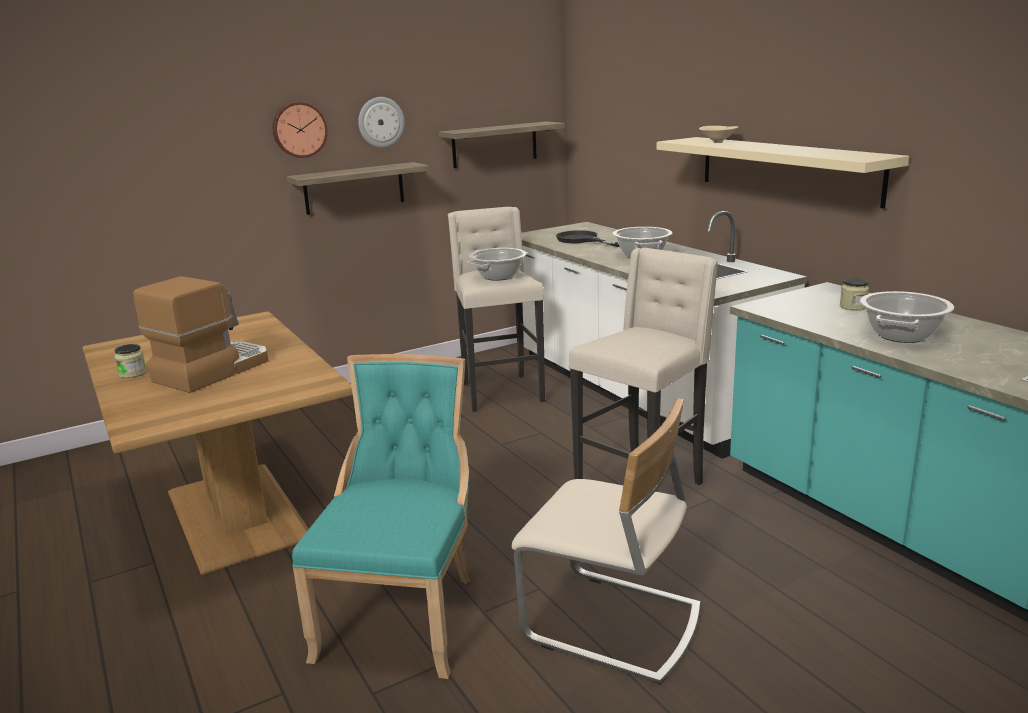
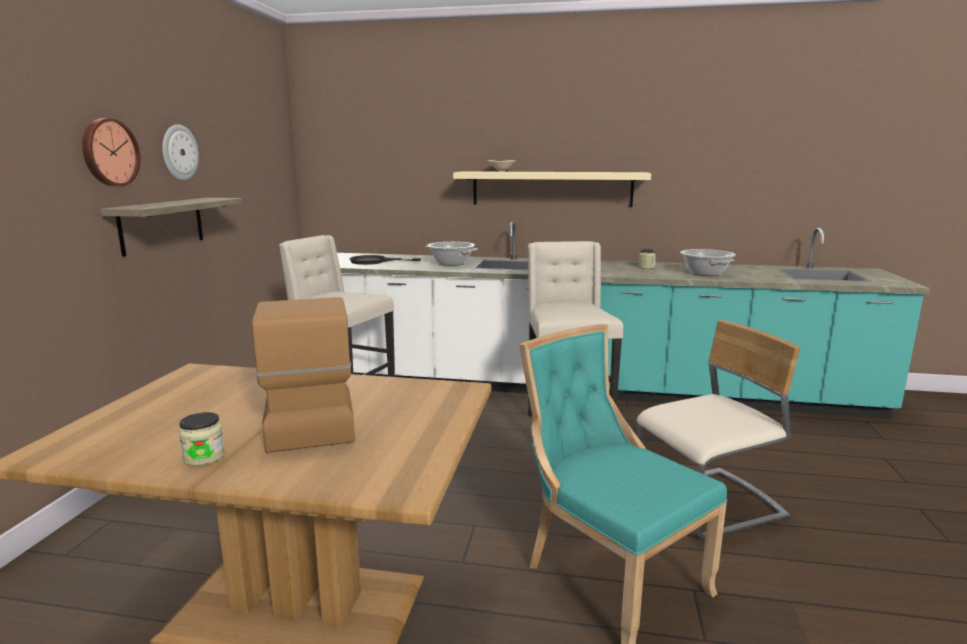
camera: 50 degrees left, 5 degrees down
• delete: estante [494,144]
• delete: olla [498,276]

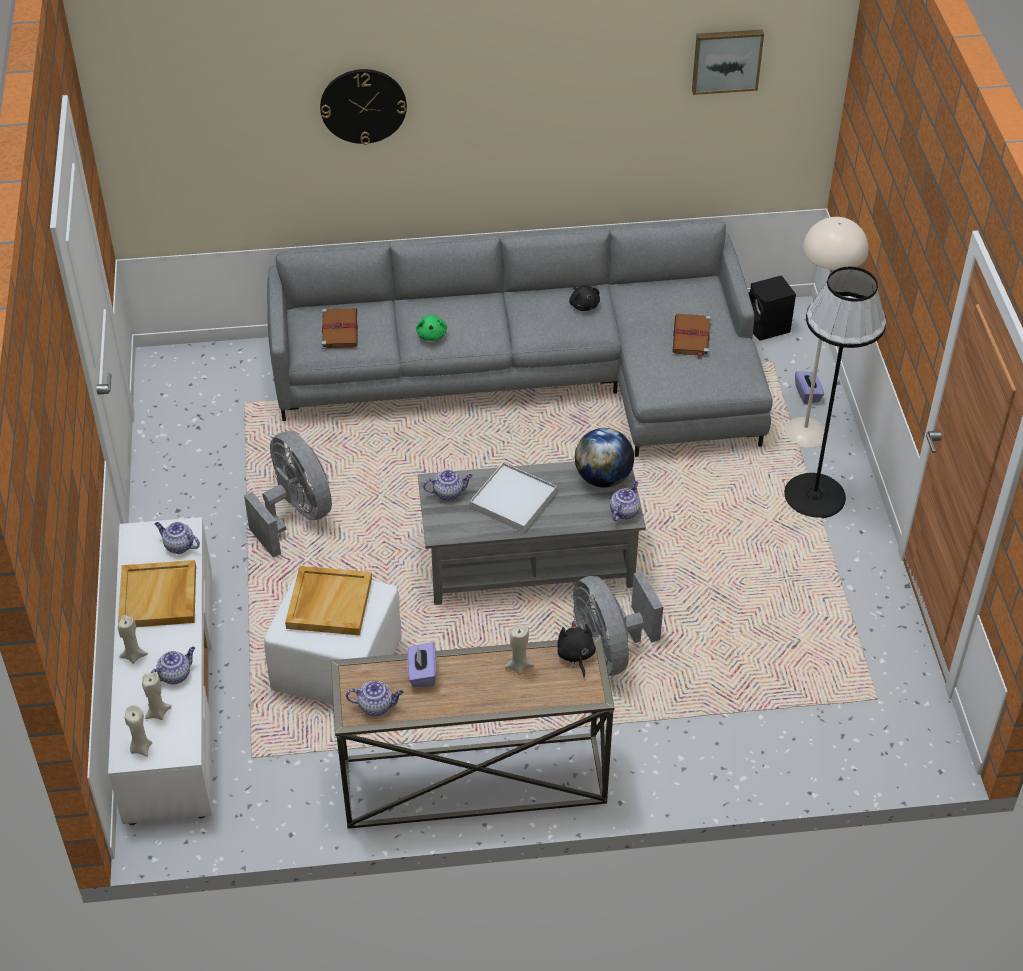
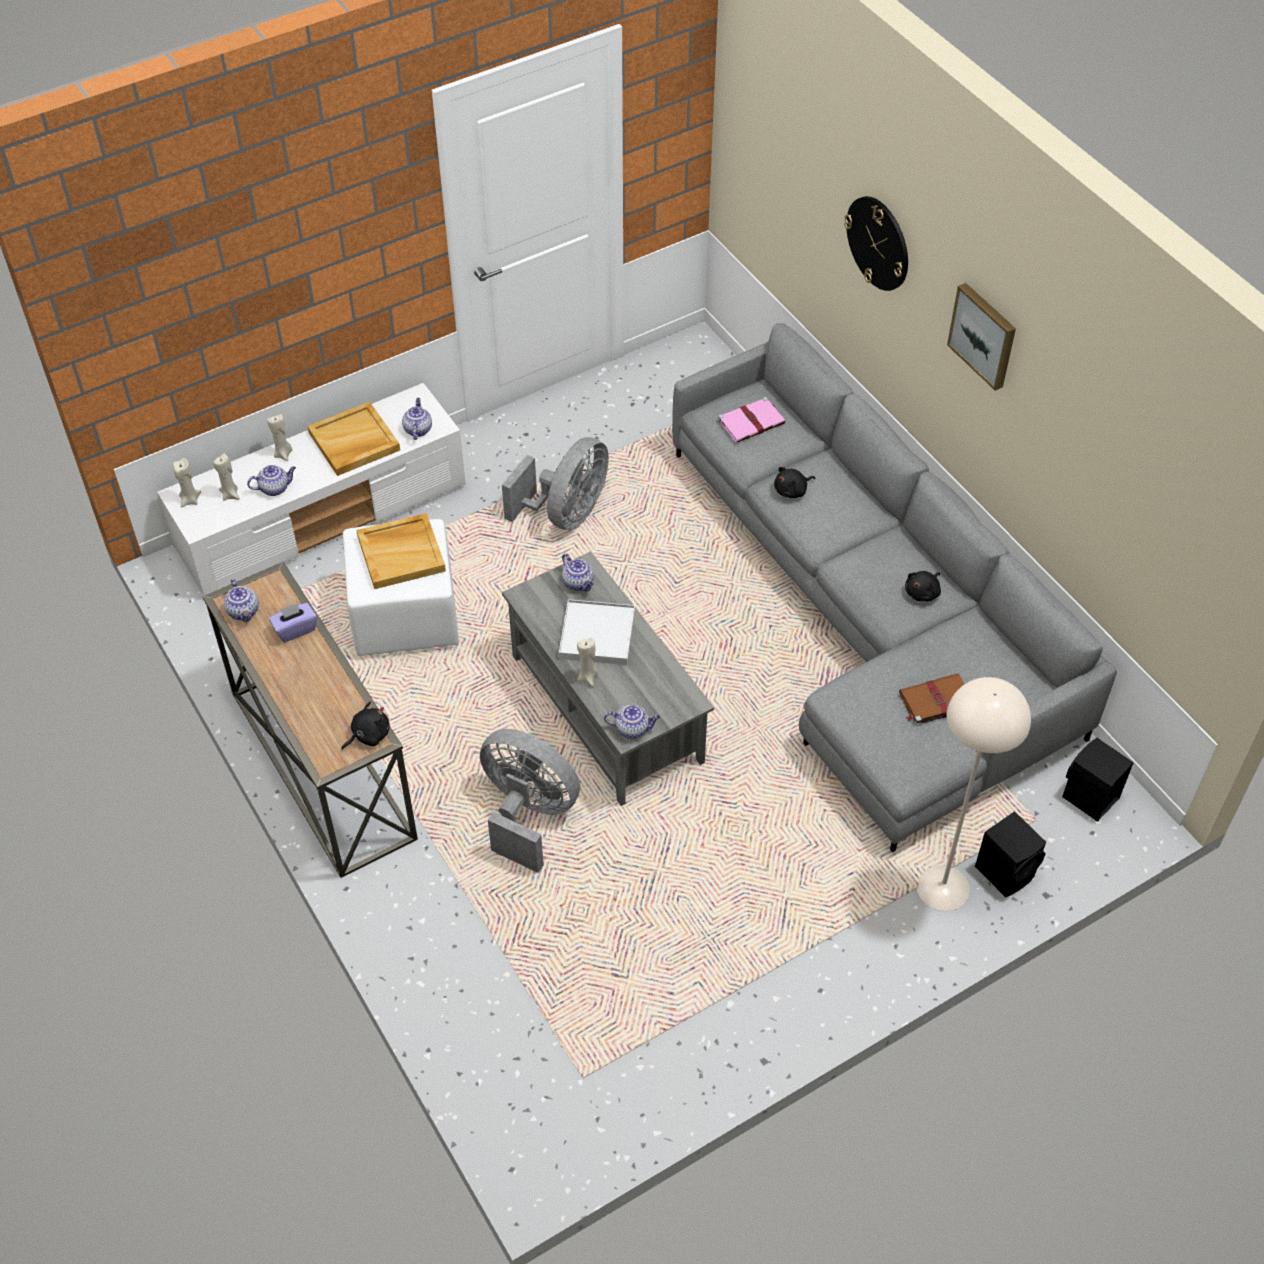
camera: 65 degrees right, 5 degrees up
• delete: globo terráqueo [603,478]
• delete: lámpara de pie/negro [815,495]
• move: vela/beis [519,666] to [588,677]
• move: cuadro [726,60] to [984,335]
• replace: caja de pañuelos/morado [808,394] to altavoz/negro [1006,871]
• recolor: libro/marrón [339,329] to libro/rosa [752,422]
• recolor: peluche/verde [432,335] to peluche/negro [792,490]
• rotate: tetera [175,675] = [275,488] 45 degrees counterclockwise
• rotate: ventilador/gris [609,650] = [528,814] 75 degrees clockwise

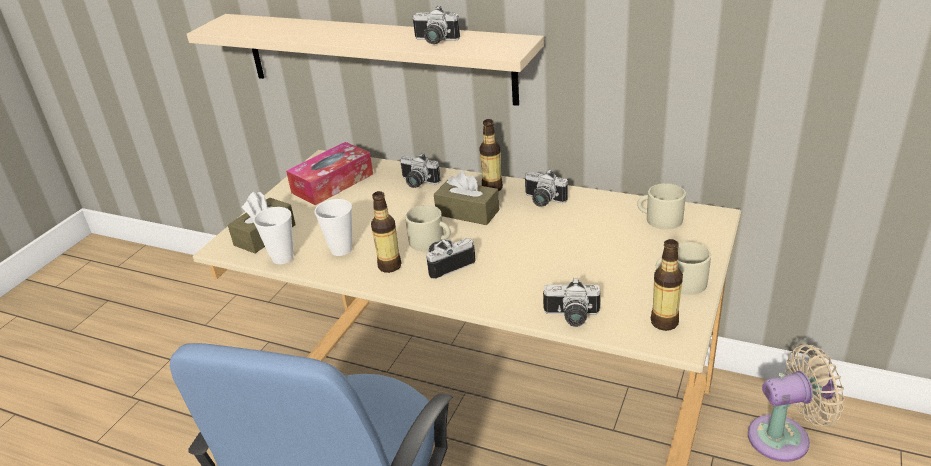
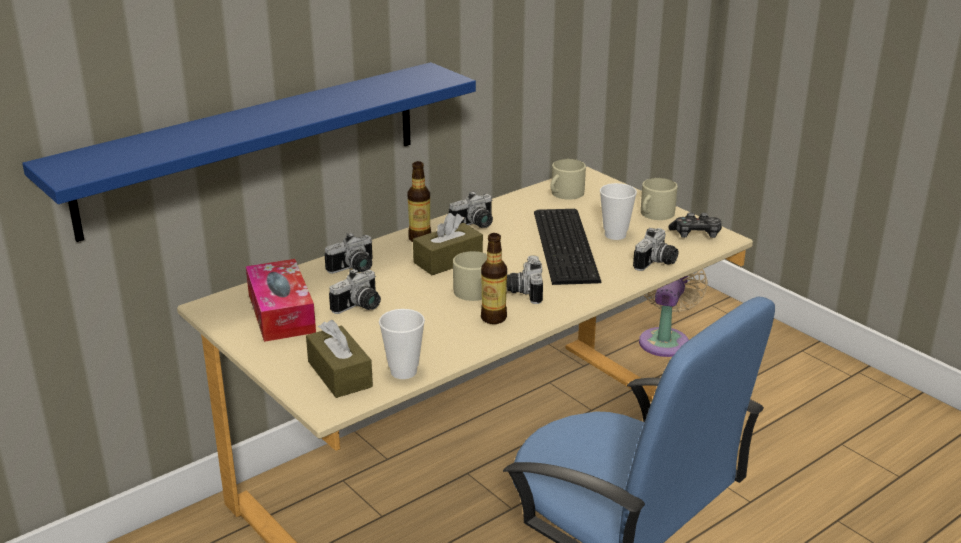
camera: 65 degrees left, 5 degrees down
• insert: teclado [568,245]
• move: taza [341,249] to [615,235]
• move: cámara [434,41] to [360,307]
• replace: botella [664,322] to mando de consola [696,235]
• recolor: estante/beis [375,57] to estante/azul [253,148]

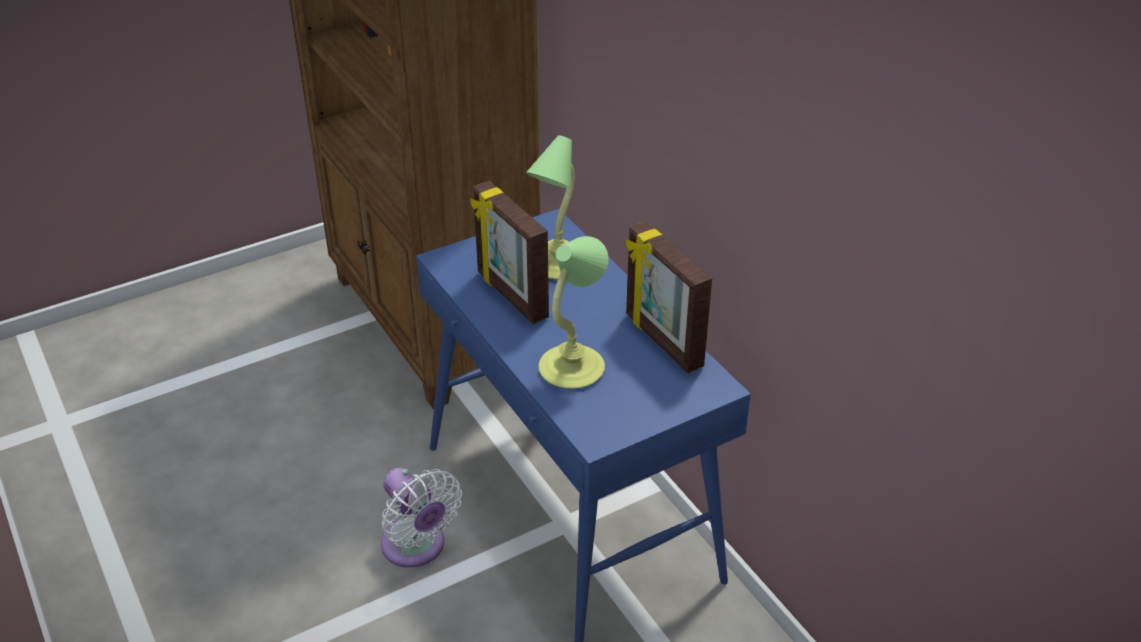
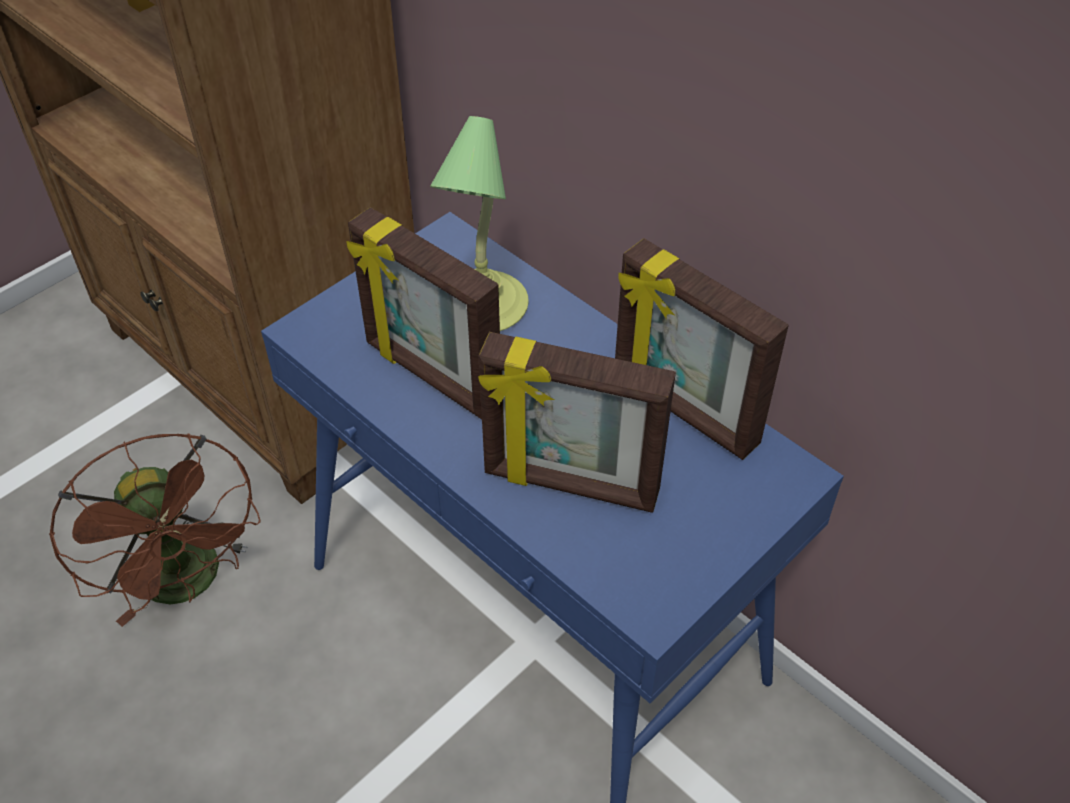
camera: 15 degrees left, 10 degrees up
• delete: ventilador/blanco [417,547]
• insert: ventilador/marrón [189,584]
• replace: lámpara de mesa [574,367] to portarretratos [570,485]

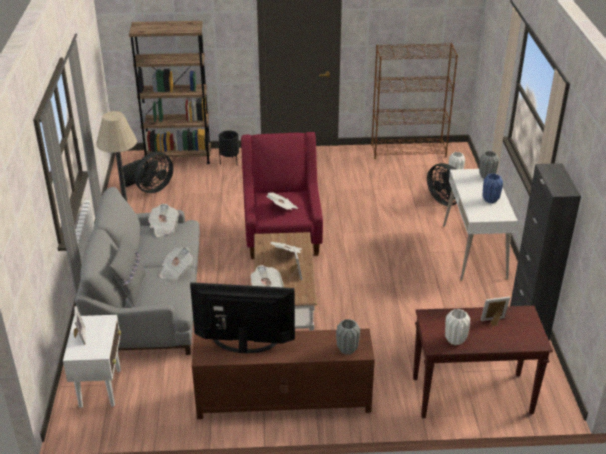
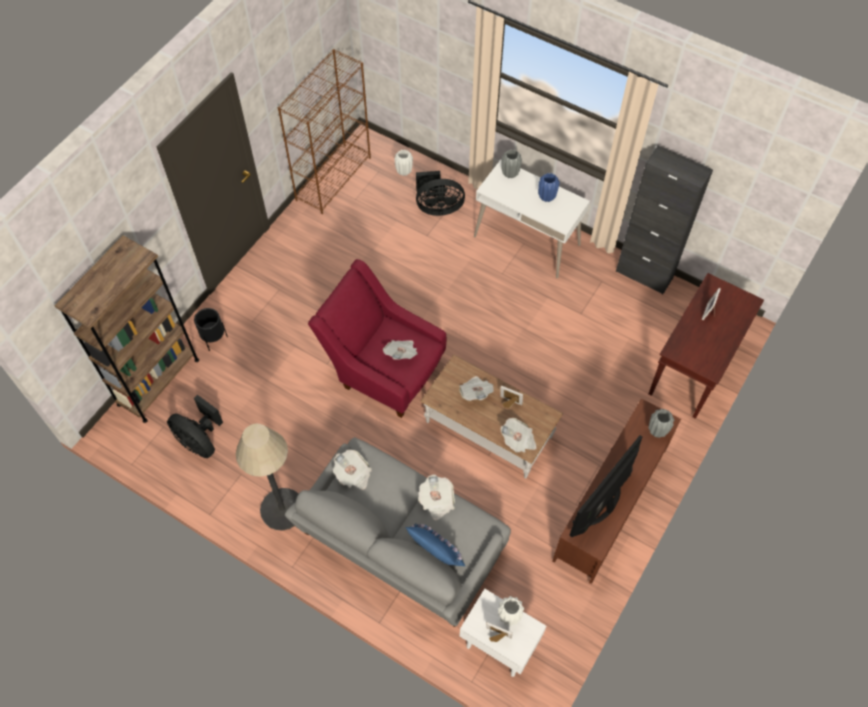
camera: 55 degrees left, 25 degrees up
• move: florero/blanco [455,340] to [509,616]
• recolor: cojín/gris [131,289] to cojín/azul [435,555]
• rotate: ventilador/negro [151,189] = [200,441] 135 degrees clockwise

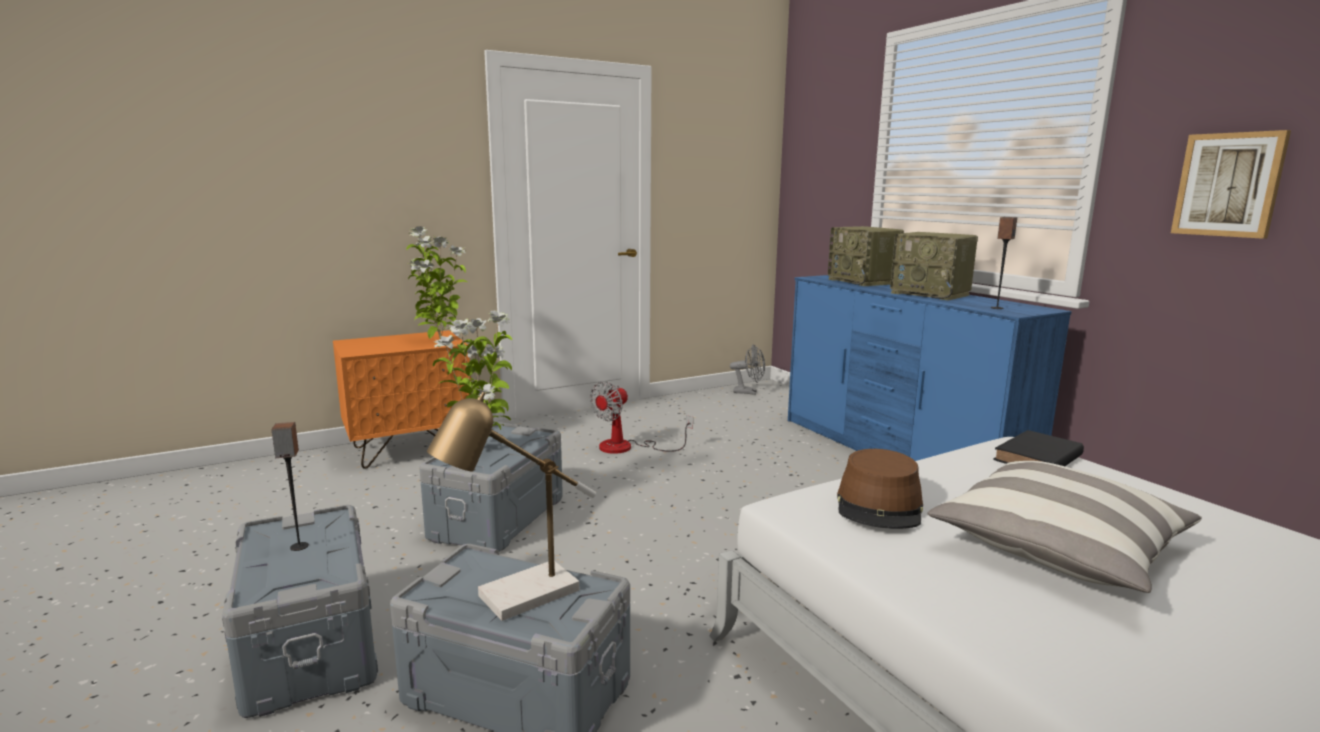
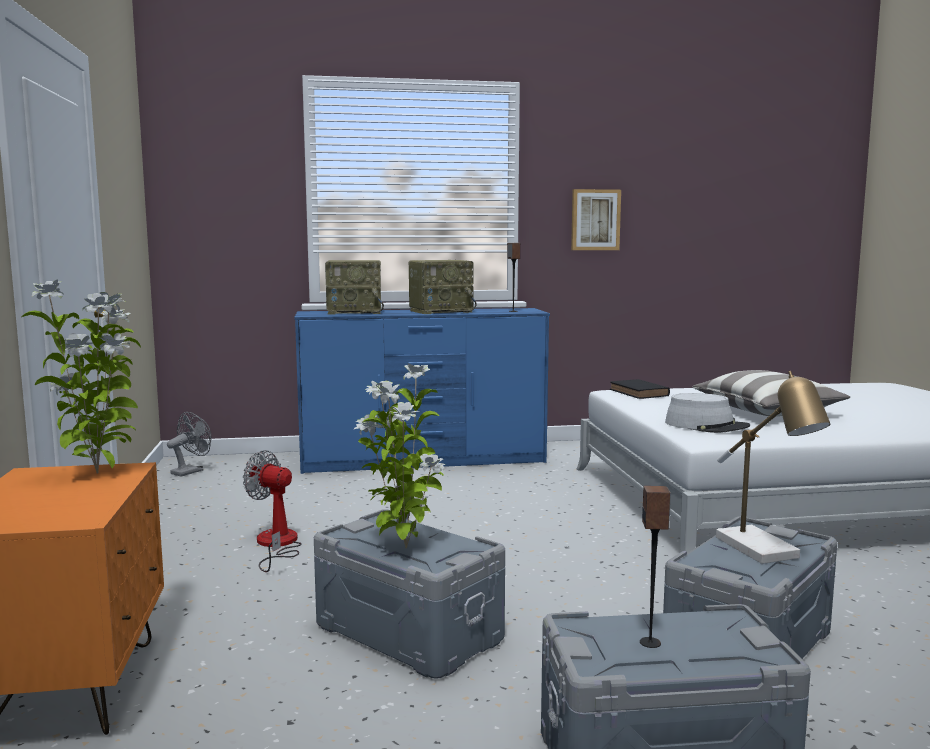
camera: 70 degrees left, 5 degrees down
• recolor: sombrero/marrón [880,506] to sombrero/gris [706,425]
• rotate: ventilador [627,447] = [276,545] 150 degrees clockwise

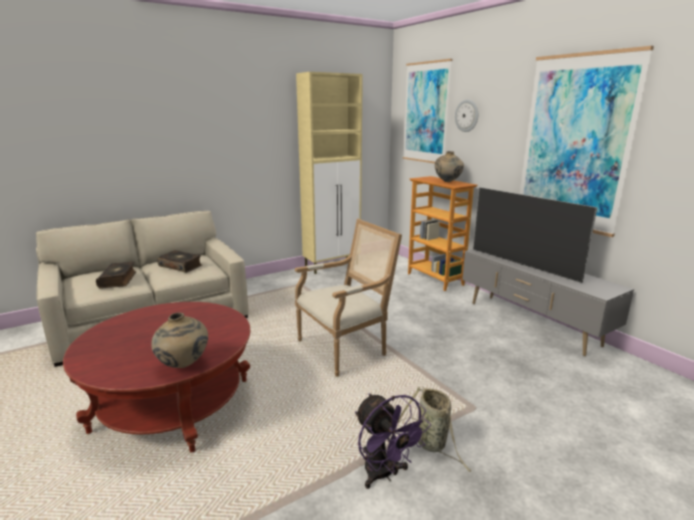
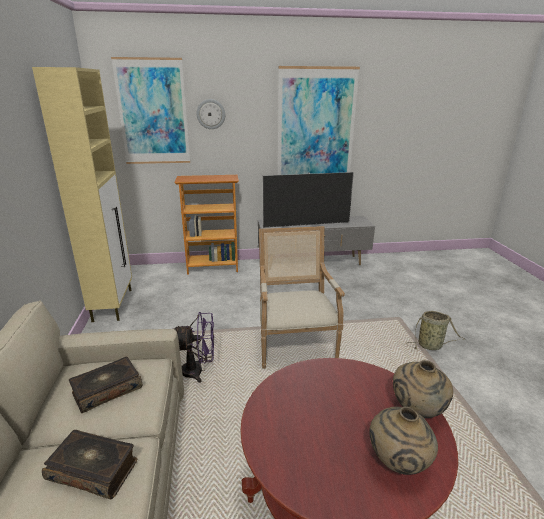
camera: 65 degrees left, 5 degrees up
• move: ventilador/morado [384,474] to [198,371]
• move: florero/beis [448,182] to [397,463]

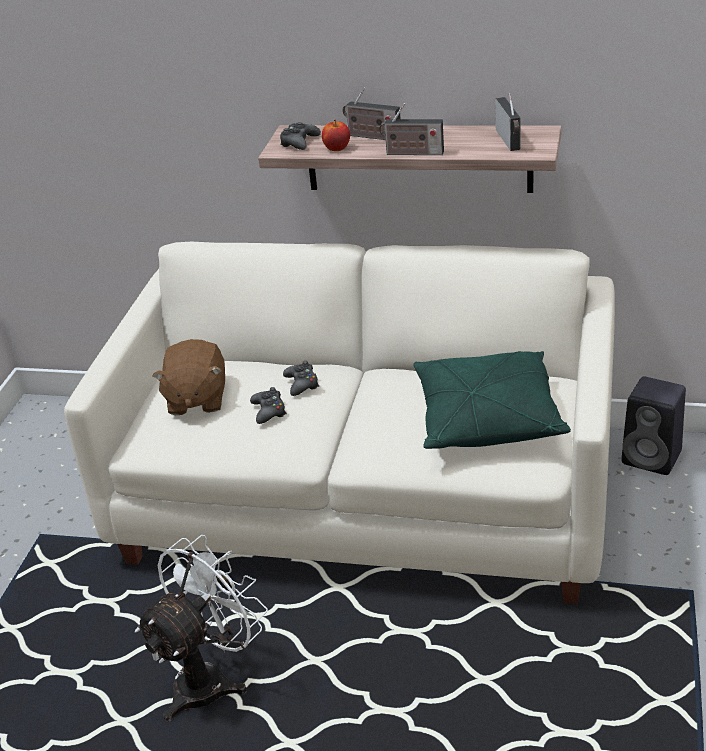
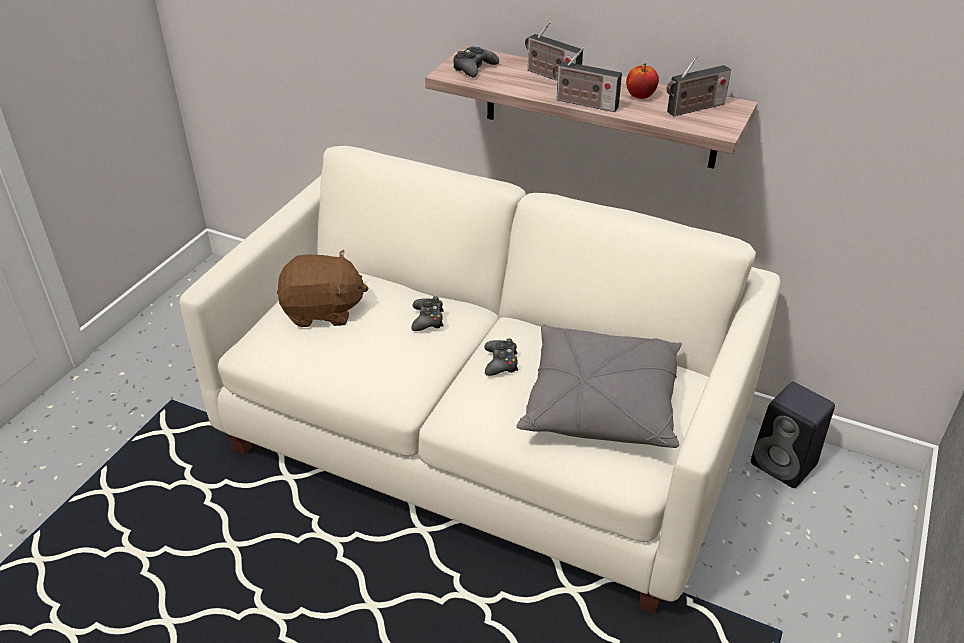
camera: 10 degrees right, 5 degrees up
• delete: ventilador/blanco [211,679]
• move: mando de consola/negro [269,411] to [501,362]
• move: manzana [337,148] to [640,96]
• recolor: cojín/verde [487,418] to cojín/gris [600,404]
• rotate: peluche/marrón [196,399] = [323,311] 105 degrees counterclockwise
• rotate: radio [509,140] = [693,109] 60 degrees clockwise

